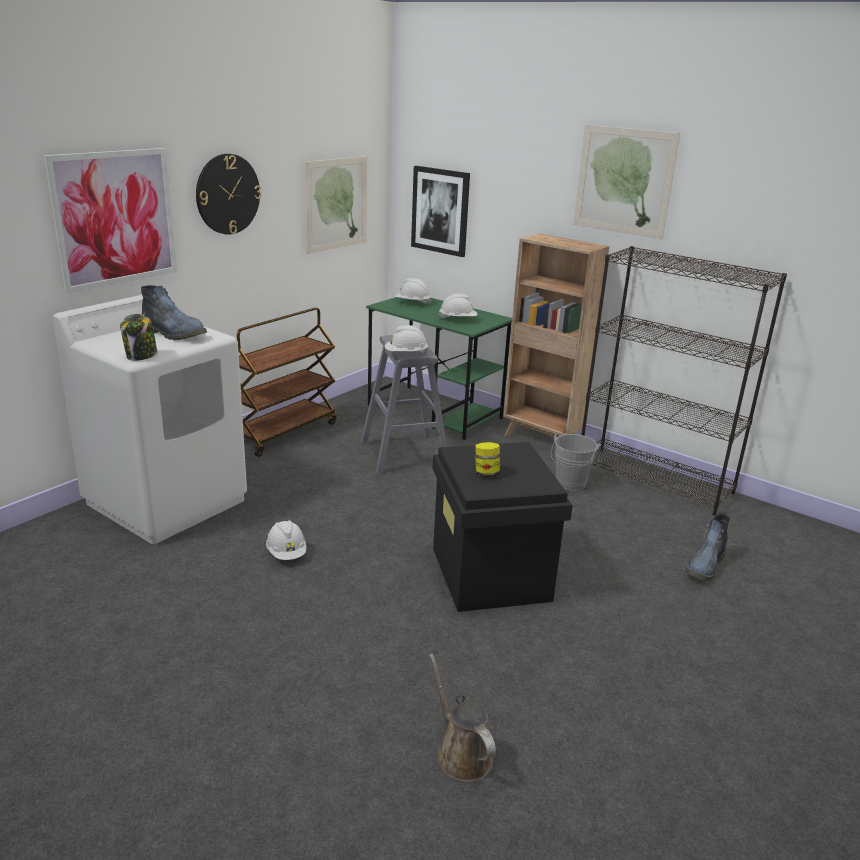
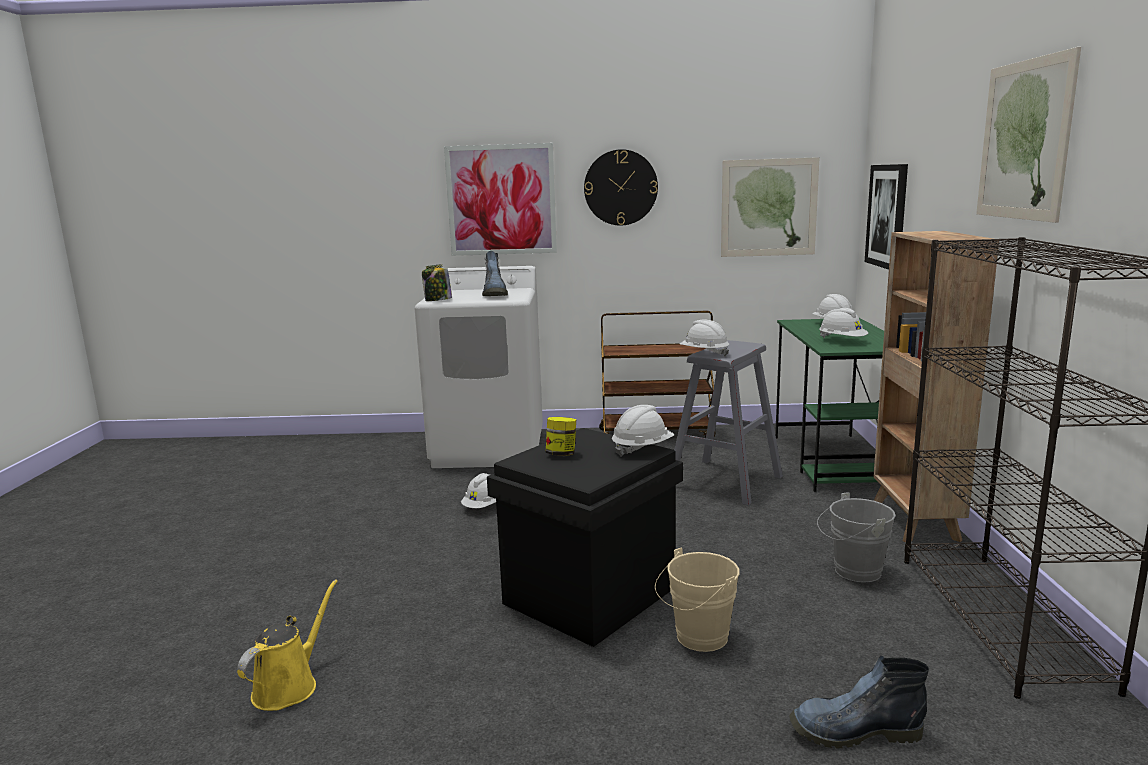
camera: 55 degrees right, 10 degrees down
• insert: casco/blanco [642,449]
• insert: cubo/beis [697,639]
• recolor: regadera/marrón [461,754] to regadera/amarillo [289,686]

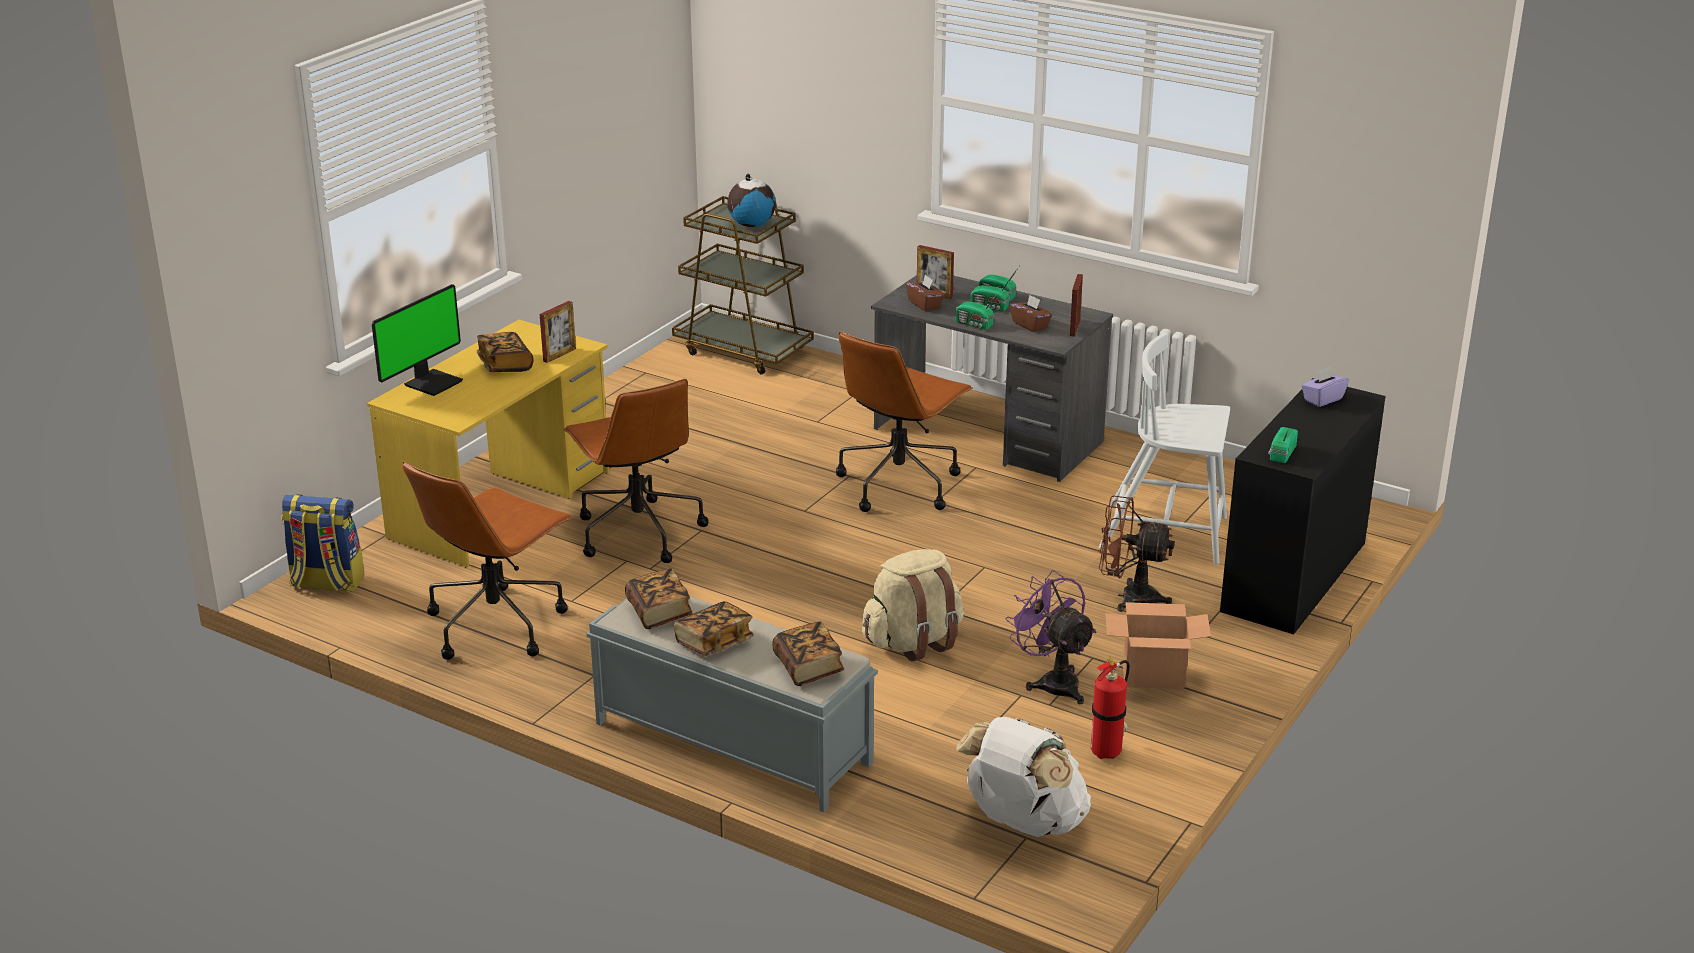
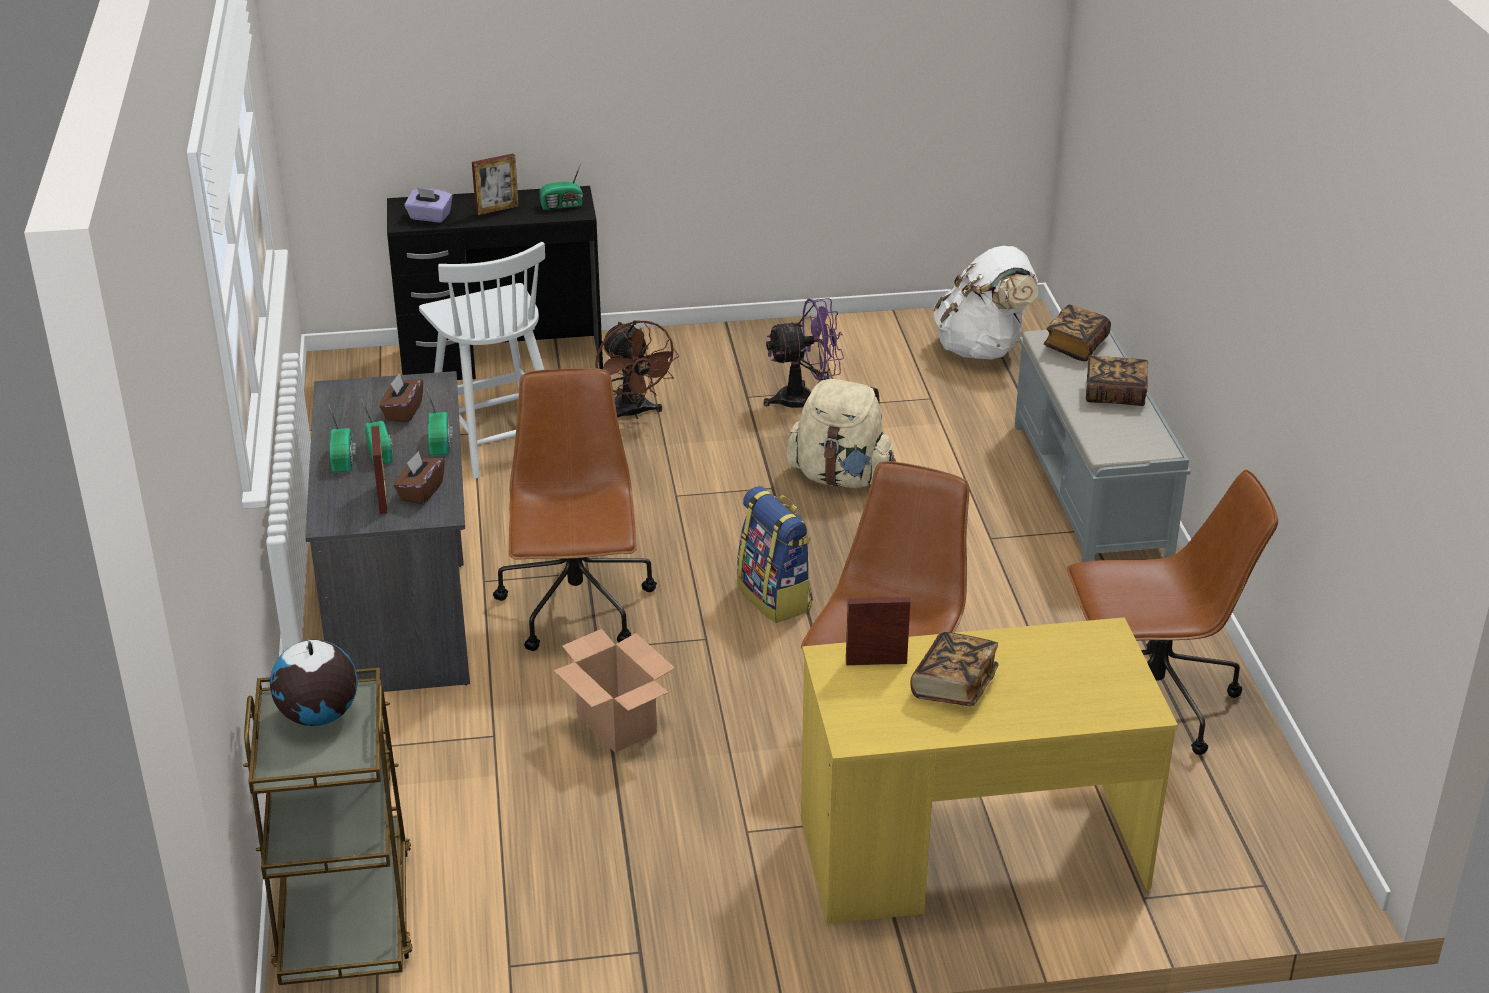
camera: 130 degrees left, 5 degrees up
• delete: monitor [432,382]
• delete: libro [659,612]
• delete: extintor [1108,752]
• move: mochila [326,583] to [776,598]
• move: portarretratos [1074,328] to [497,209]
• move: caja de cartón [1152,676] to [618,725]
• rotate: silla de oficina/marrón [899,484] = [577,609] 90 degrees counterclockwise
• rotate: ventilador/morado [1052,682] = [805,399] 120 degrees counterclockwise

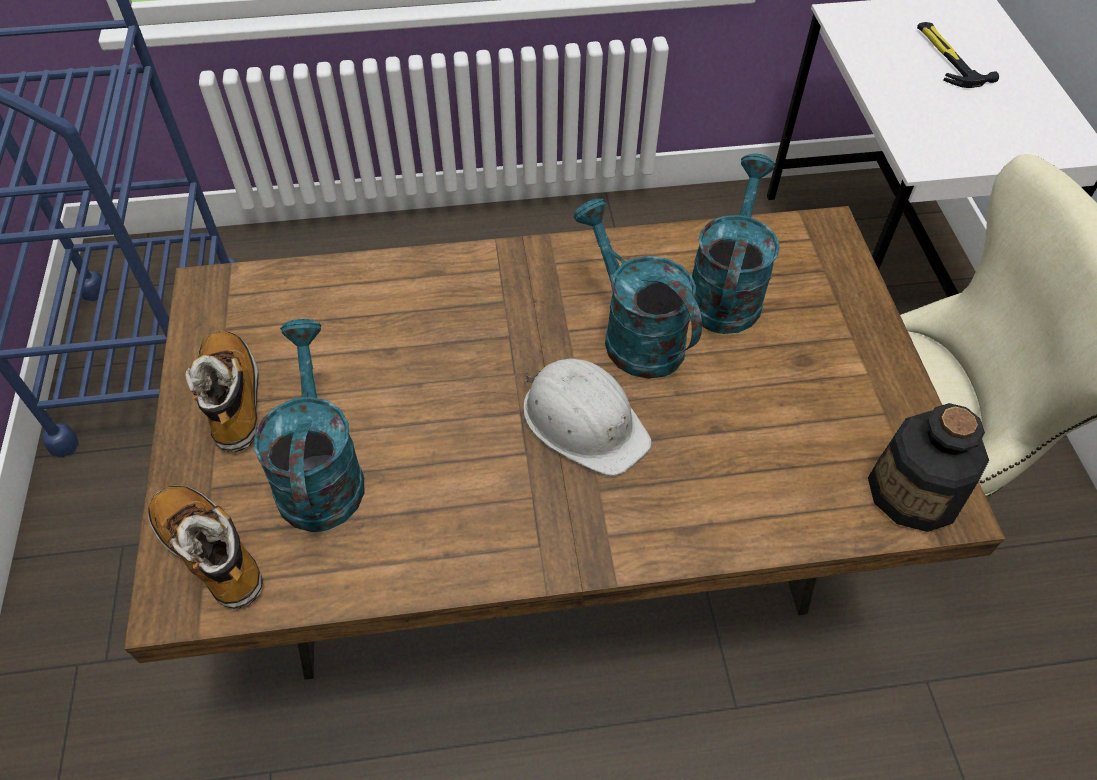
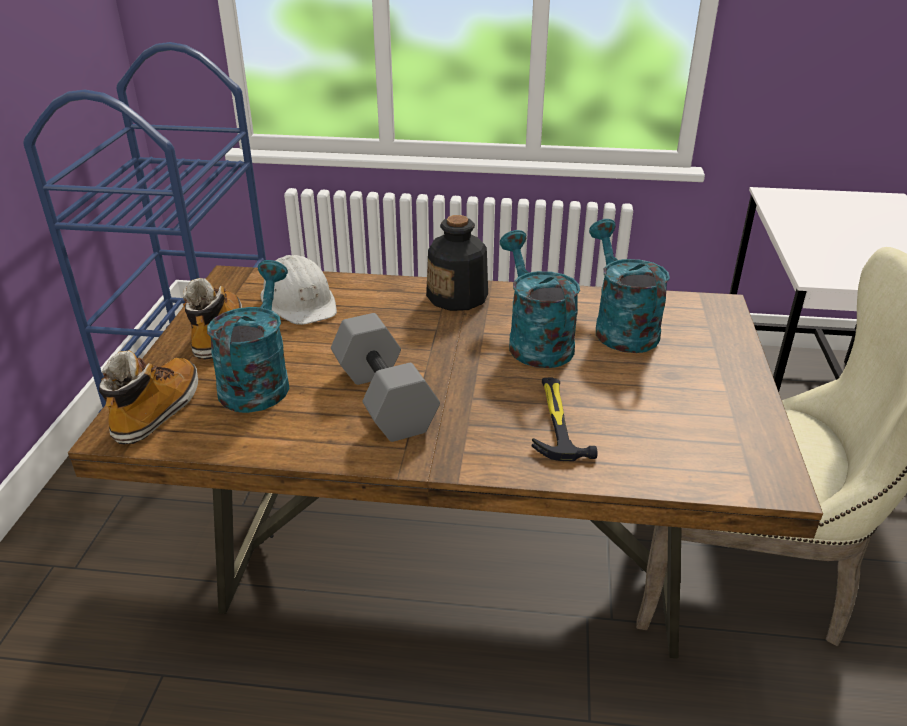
camera: 15 degrees right, 20 degrees down
• insert: mancuerna/gris [381,399]
• move: casco/blanco [584,421] to [299,301]
• move: botella [915,491] to [458,297]
• move: martillo [947,57] to [556,421]
• rotate: bota [211,553] = [158,411] 45 degrees clockwise
• rotate: regadera/turquesa [726,290] = [620,327] 45 degrees counterclockwise

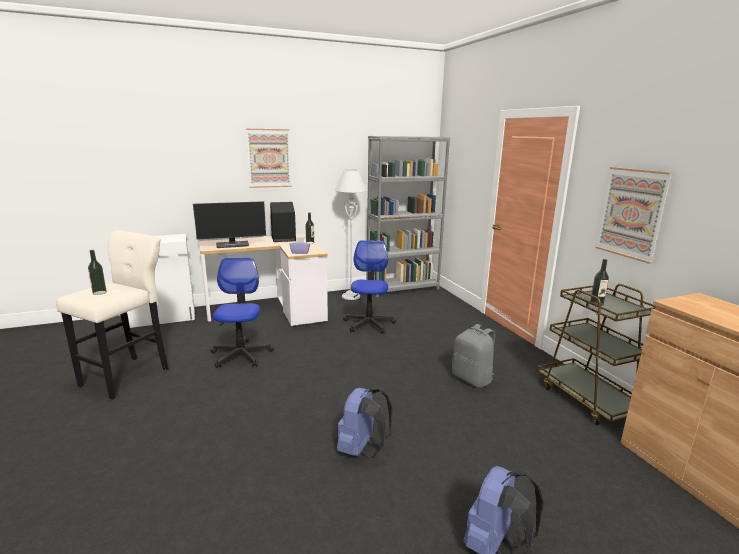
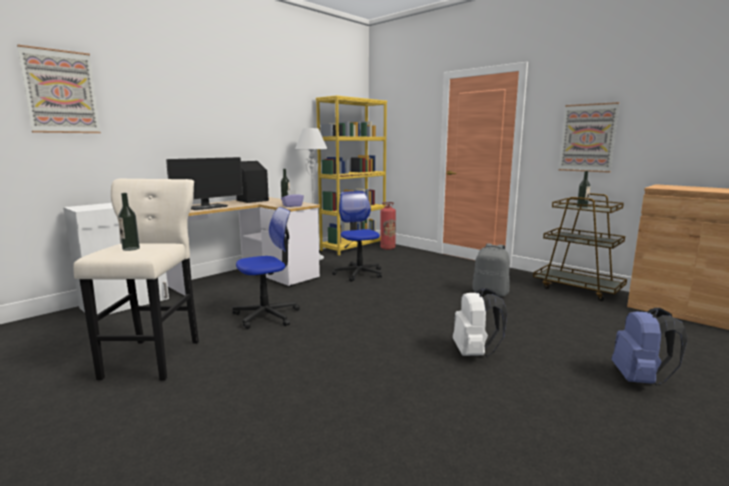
camera: 25 degrees left, 5 degrees down
• insert: extintor [387,248]
• move: cuadro [269,158] to [61,92]
• recolor: mochila/azul [362,449] to mochila/blanco [474,353]
• recolor: estantería/gris [402,288] to estantería/amarillo [353,247]
• rotate: silla de oficina [241,355] = [267,315] 90 degrees clockwise

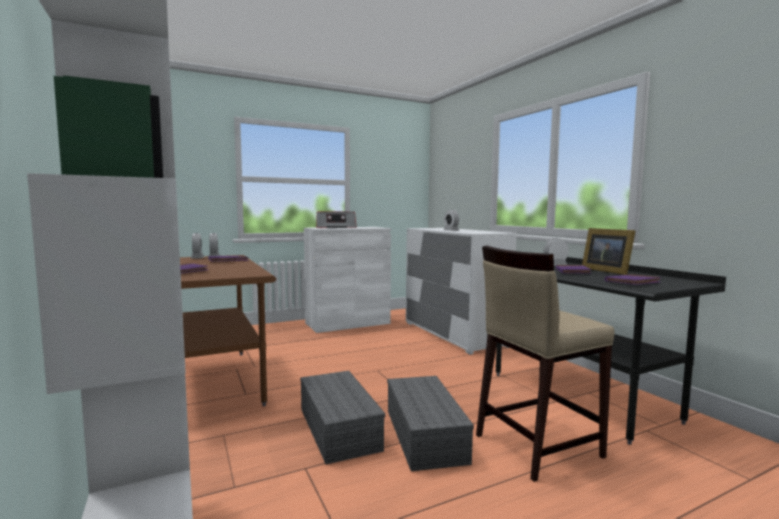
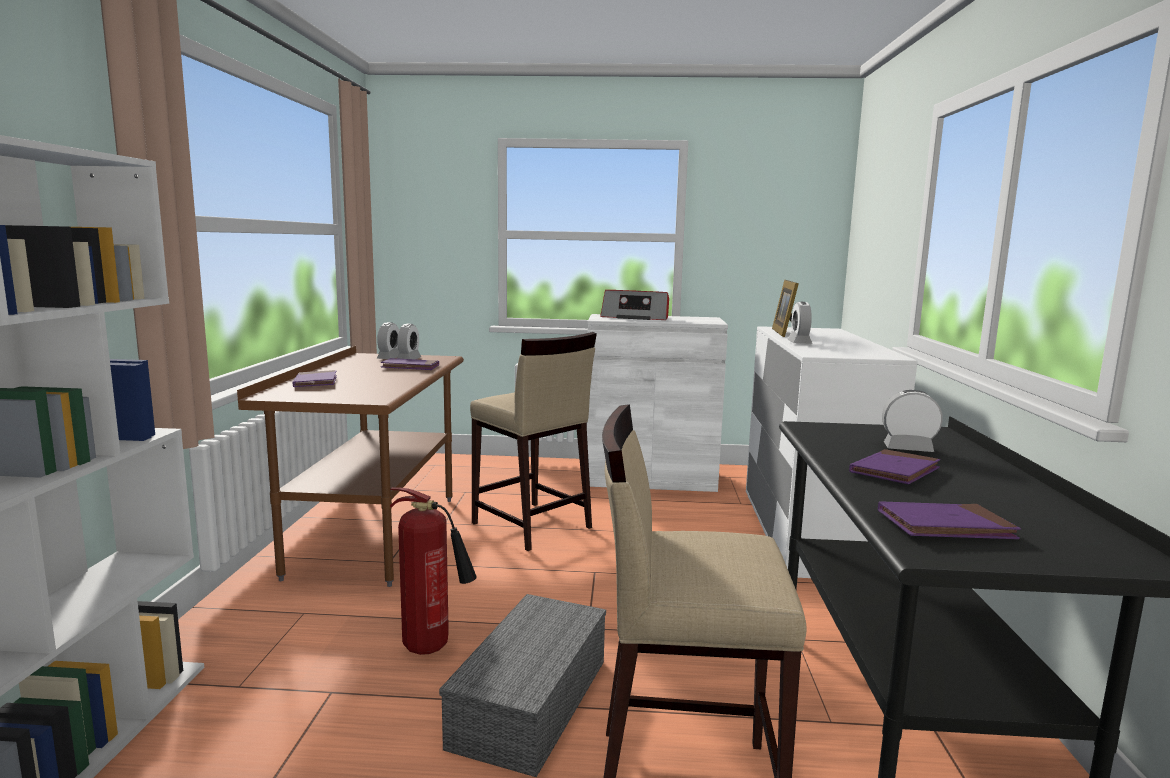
camera: 30 degrees right, 5 degrees up
• insert: taburete/beis [531,526]
• move: portarretratos [606,271] to [786,333]
• replace: caja de almacenaje/gris [337,428] to extintor [432,648]

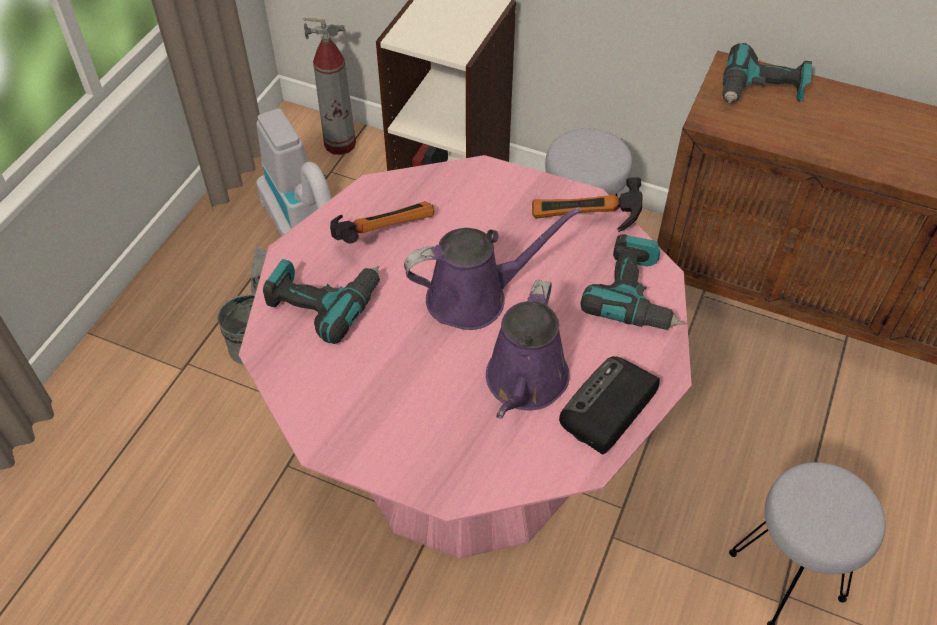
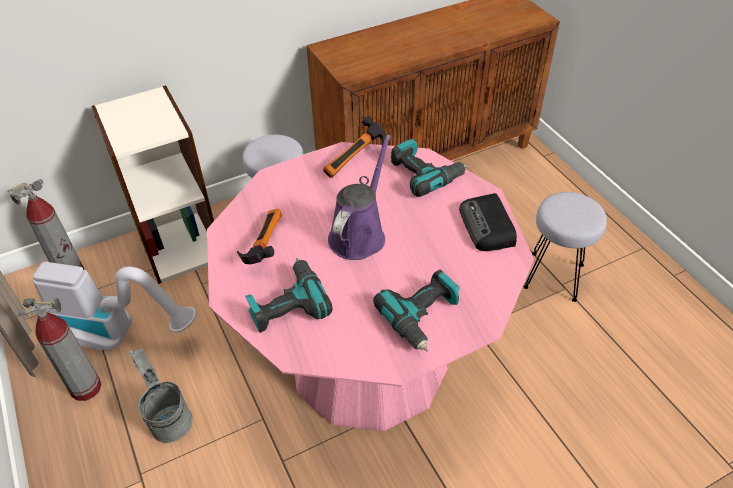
camera: 50 degrees left, 5 degrees down
• delete: regadera/morado [525,384]
• insert: extintor [85,388]
• move: taladro [761,91] to [423,317]

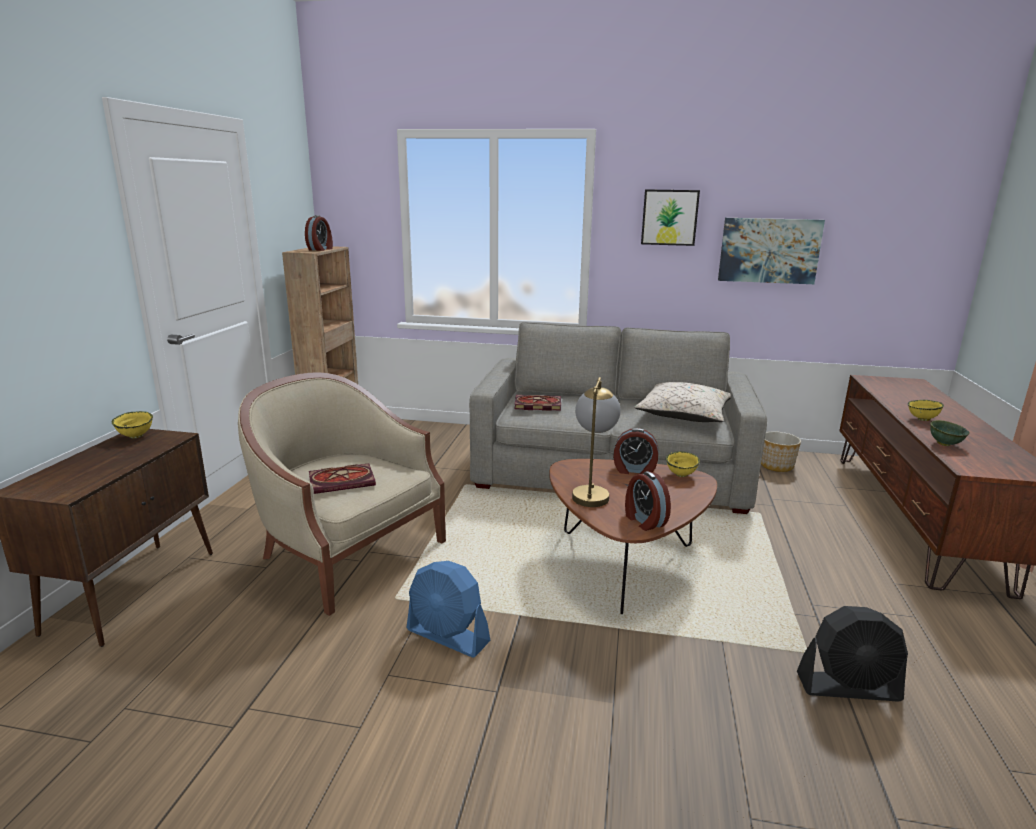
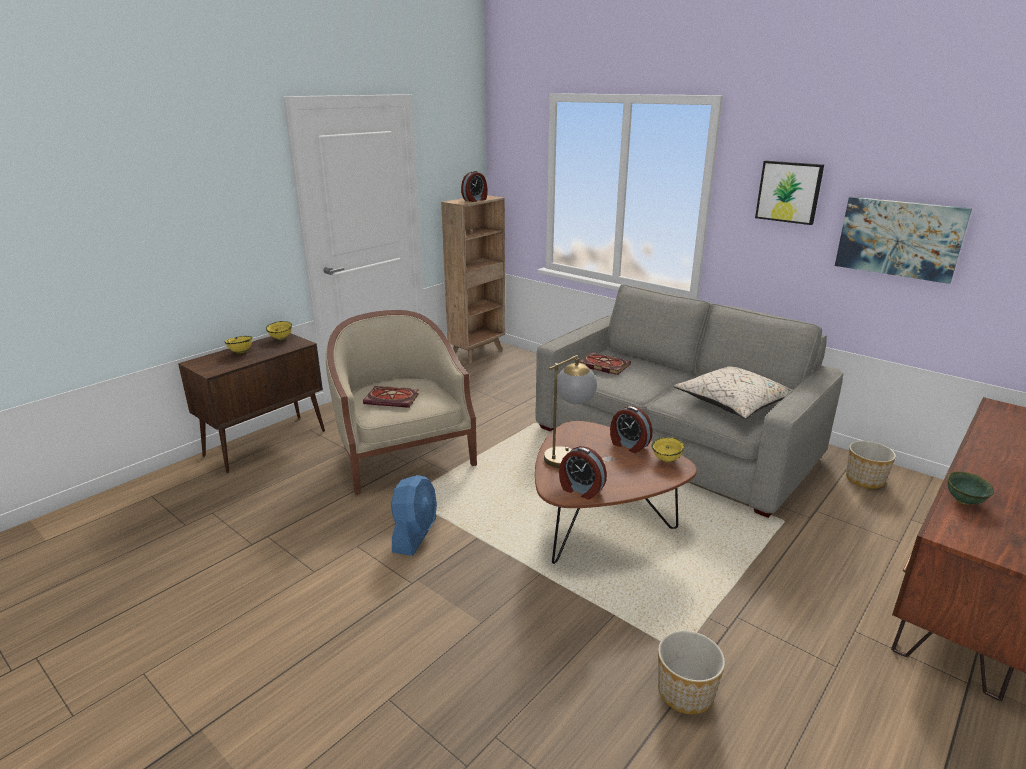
camera: 30 degrees right, 5 degrees up
• move: cuenco/amarillo [922,419] to [240,352]
• replace: ventilador/negro [848,687] to maceta [686,692]
• rotate: ventilador/azul [448,636] = [415,534] 135 degrees counterclockwise
• rotate: despertador [644,520] = [580,490] 60 degrees counterclockwise

